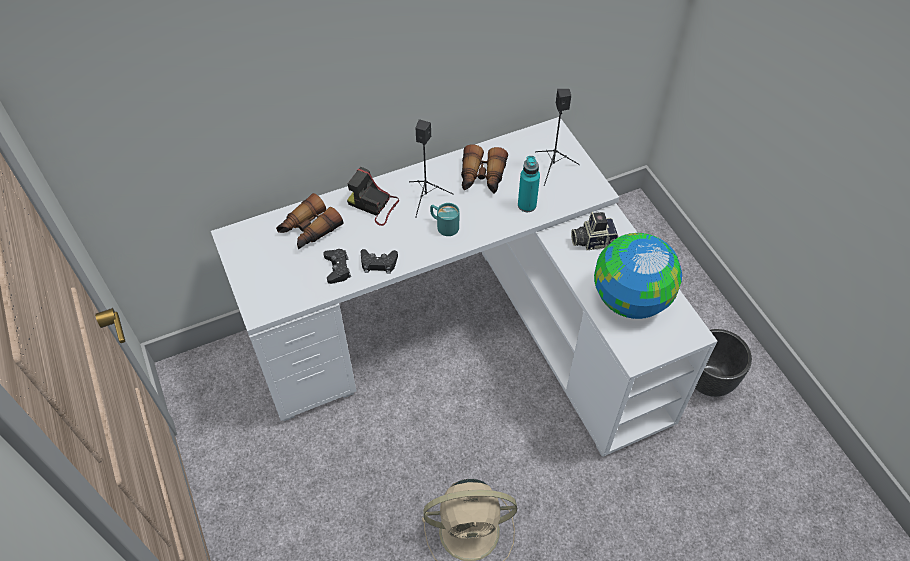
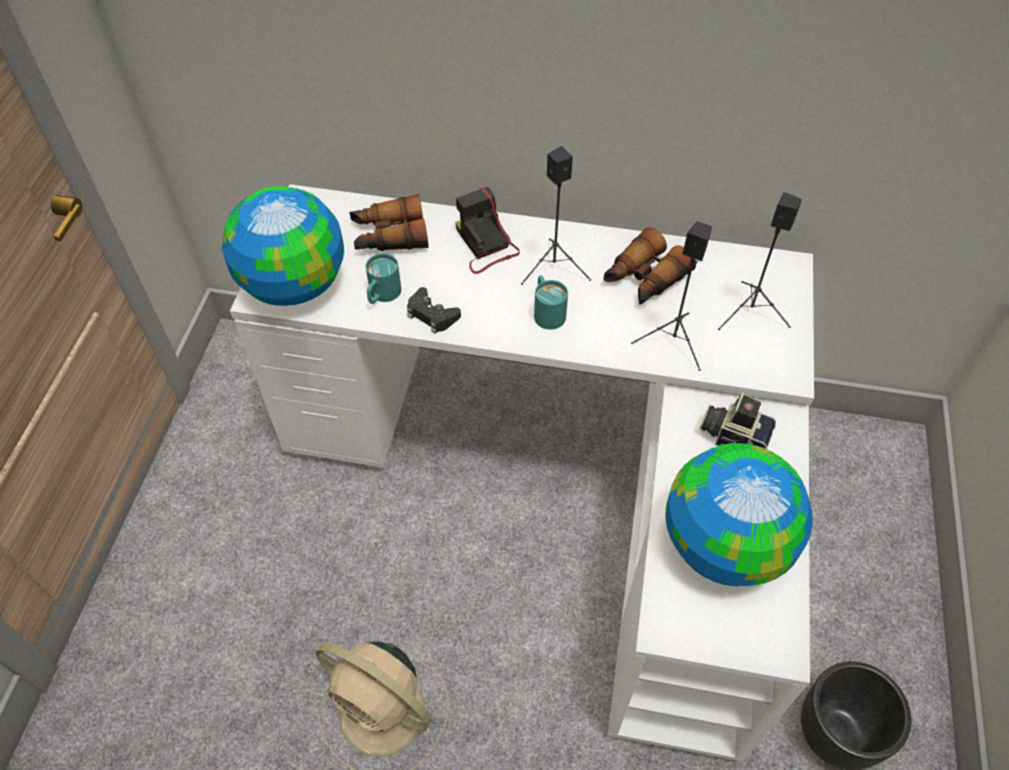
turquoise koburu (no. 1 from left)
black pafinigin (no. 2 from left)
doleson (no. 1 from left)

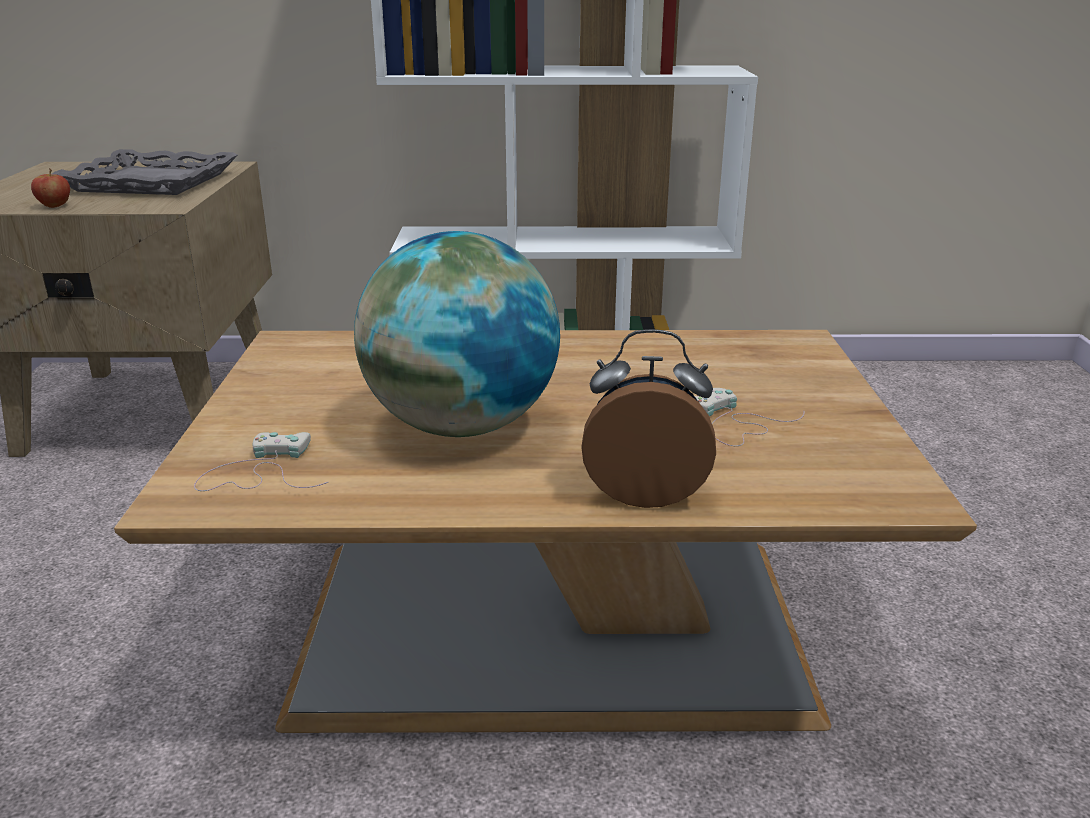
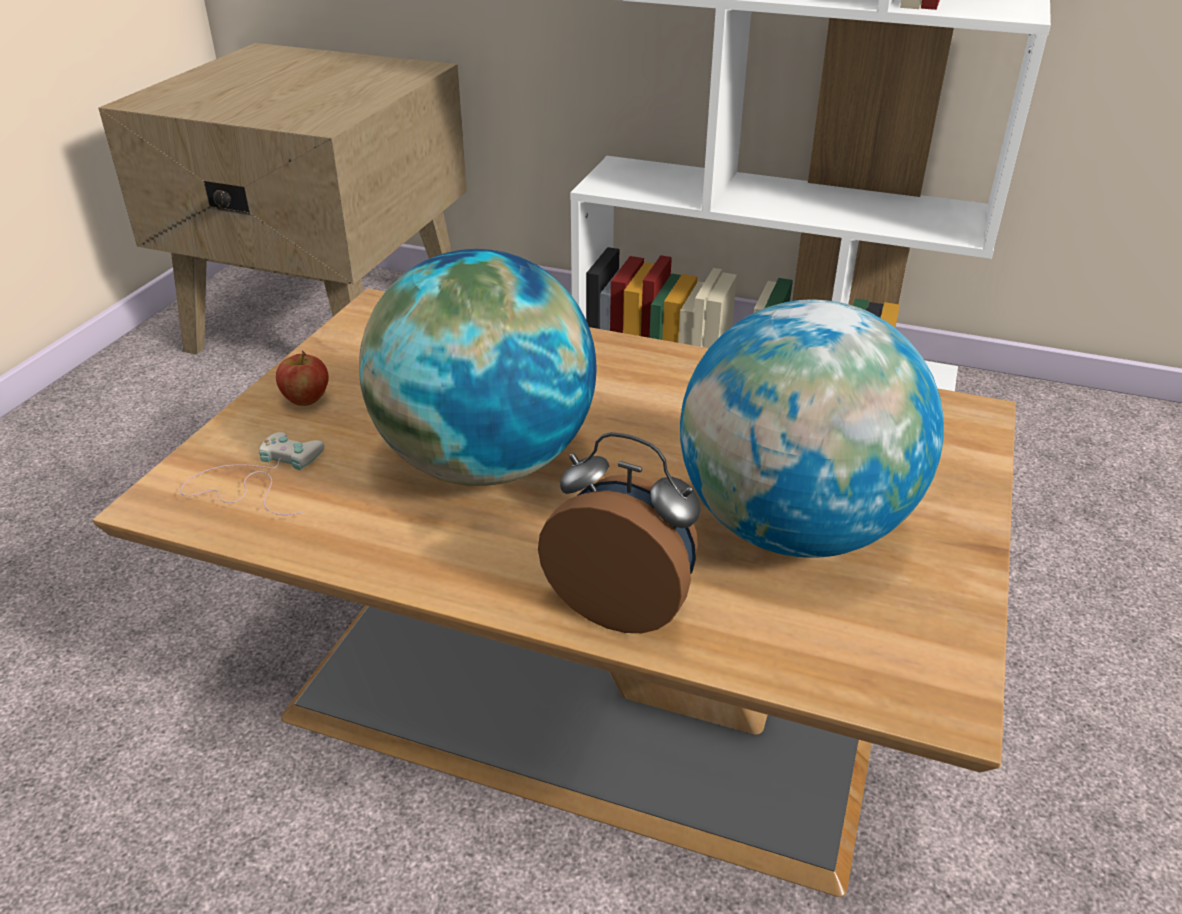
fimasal
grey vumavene
doleson (no. 2 from left)

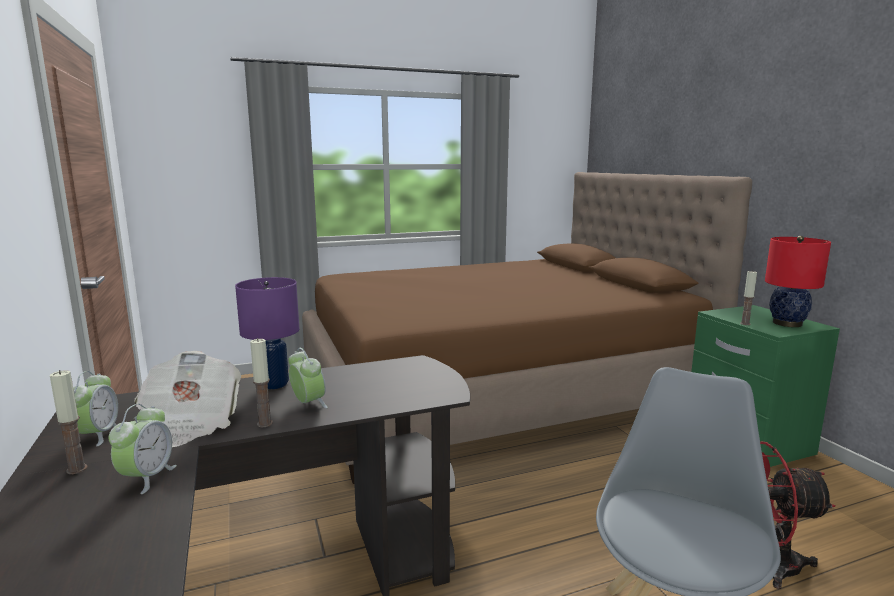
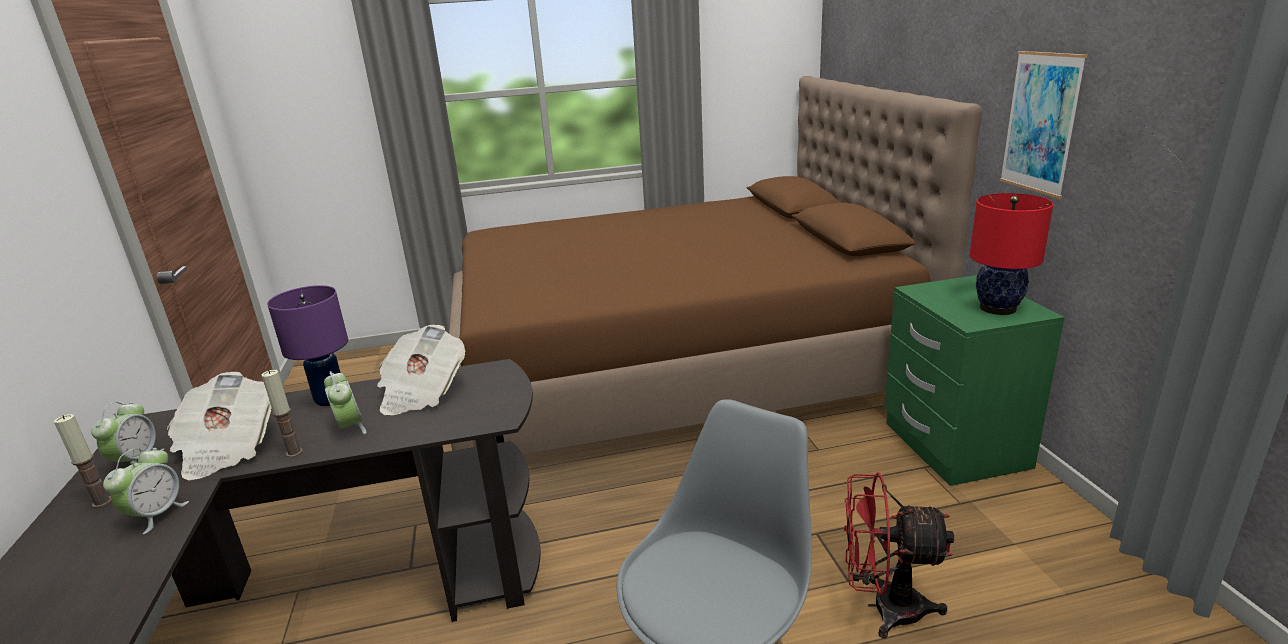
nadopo (no. 3 from left in the first image)
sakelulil (no. 2 from left)
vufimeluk

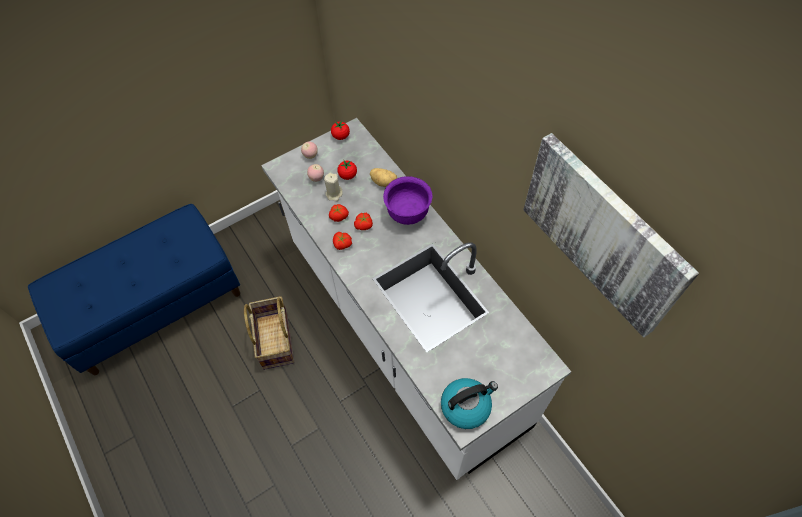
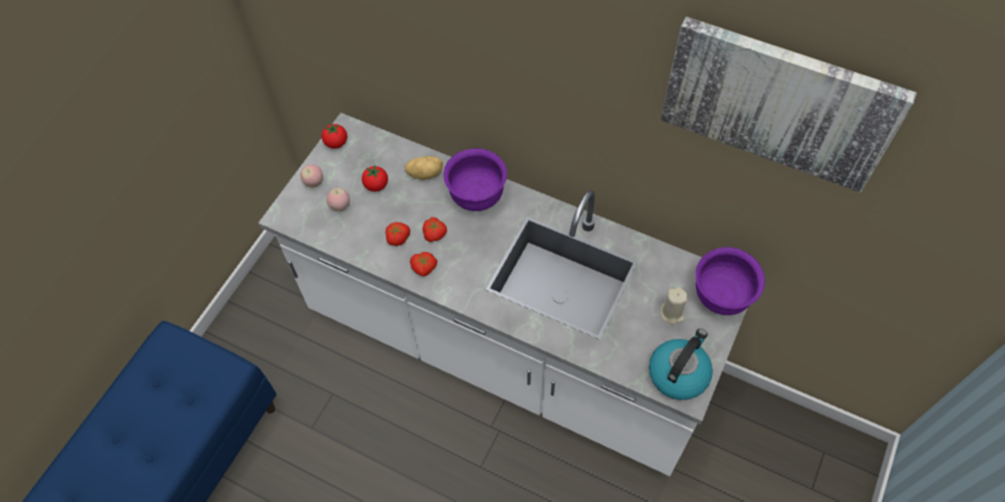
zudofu
beige nadopo
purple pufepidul (no. 2 from left)

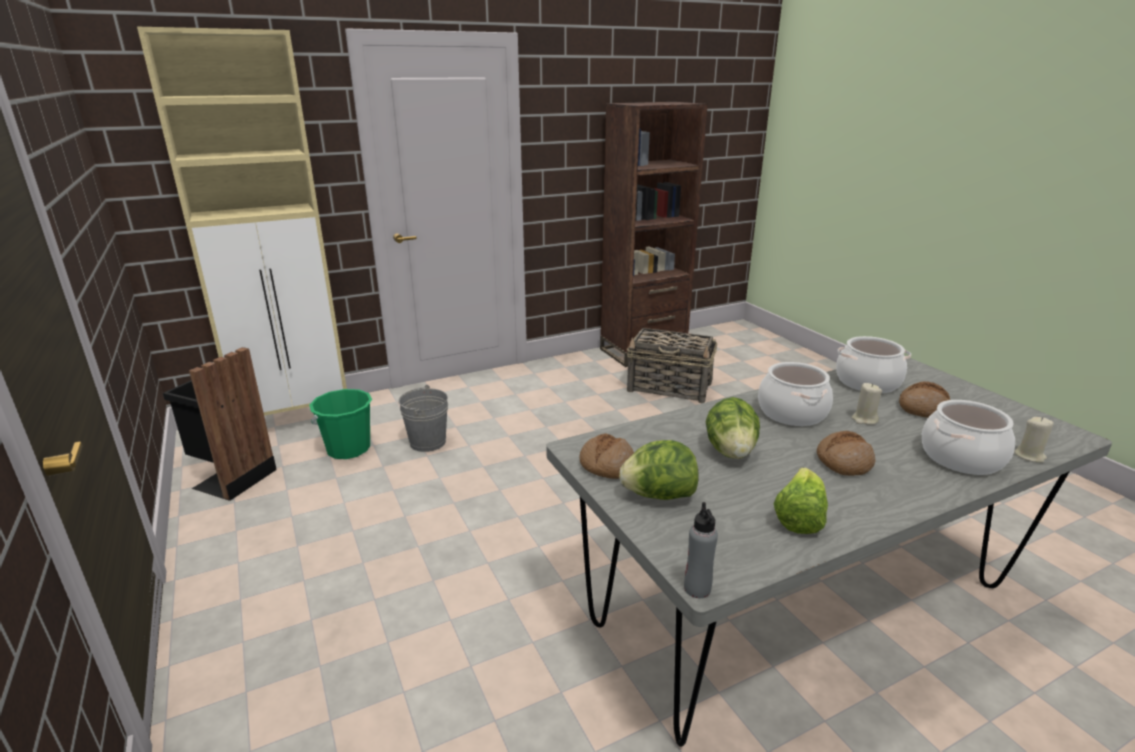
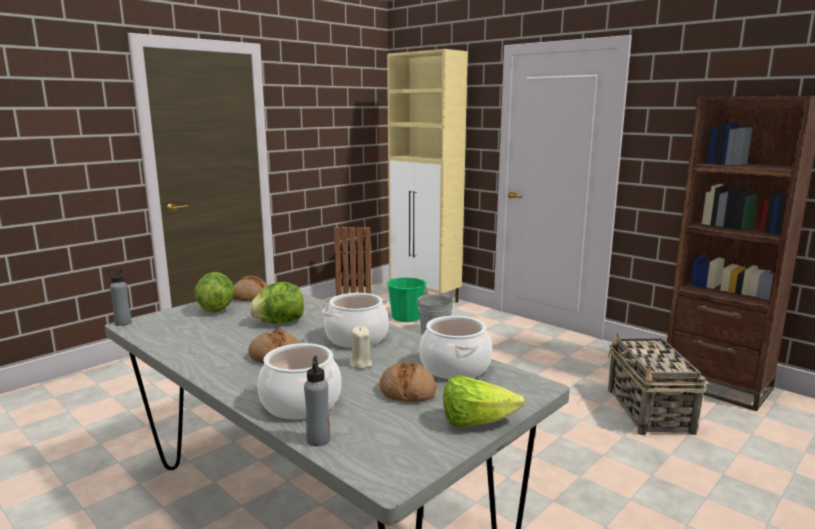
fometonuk (no. 3 from left)
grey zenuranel (no. 2 from left)

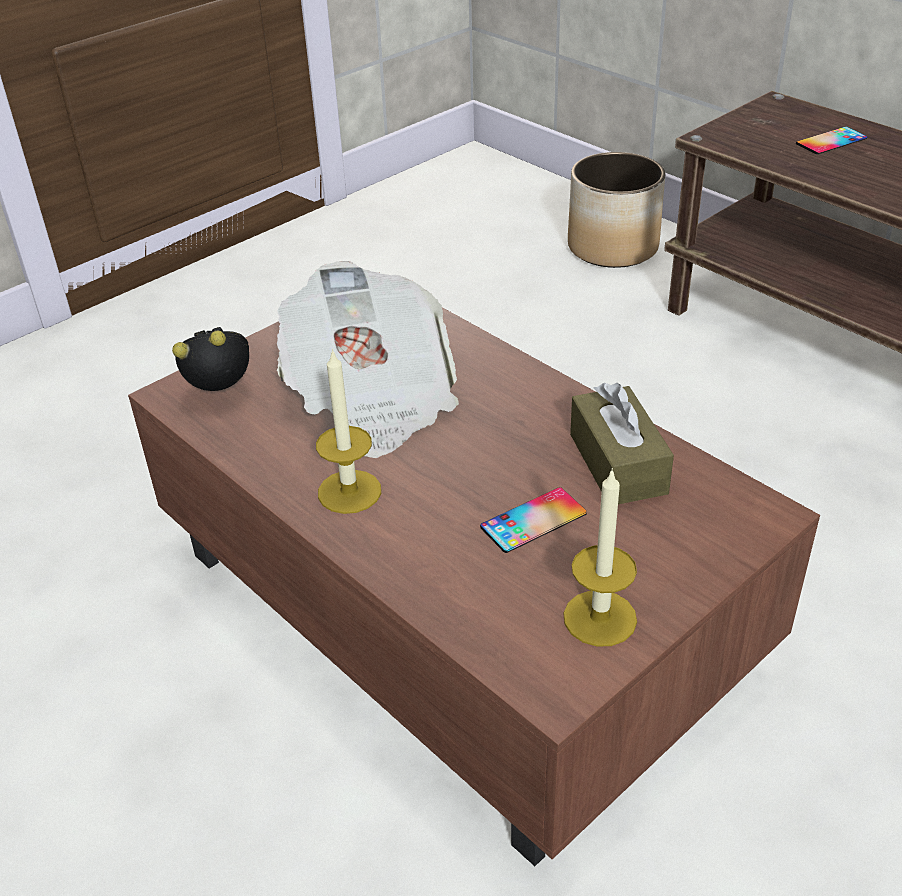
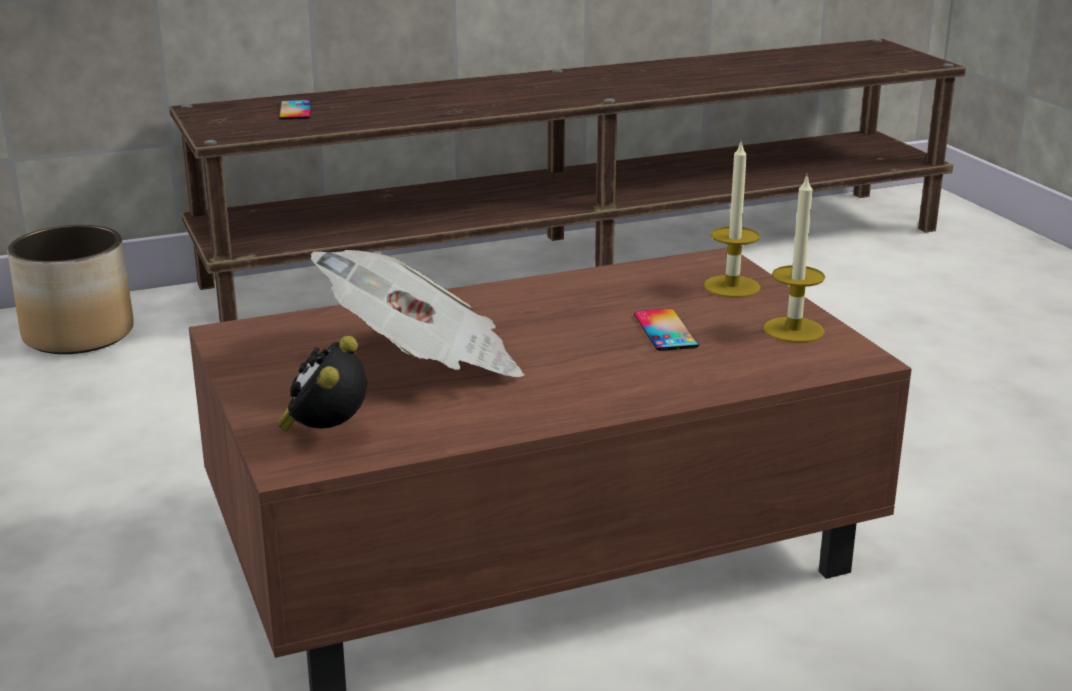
nadopo (no. 1 from left)
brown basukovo

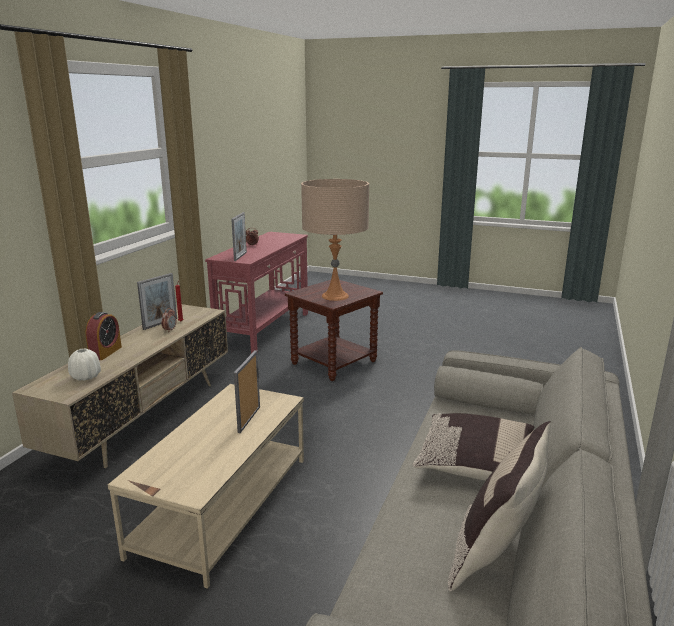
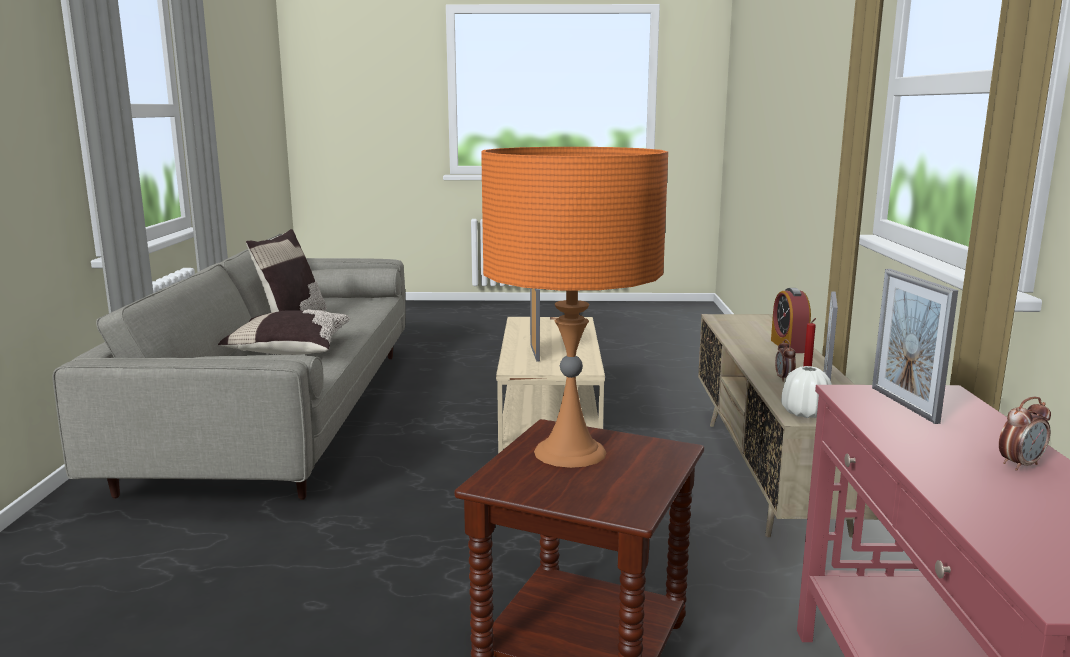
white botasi
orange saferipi

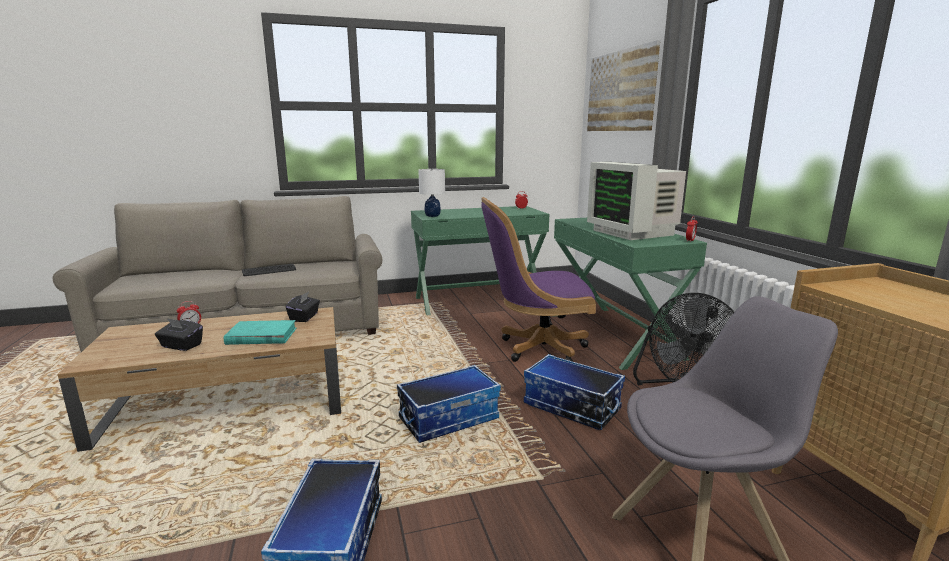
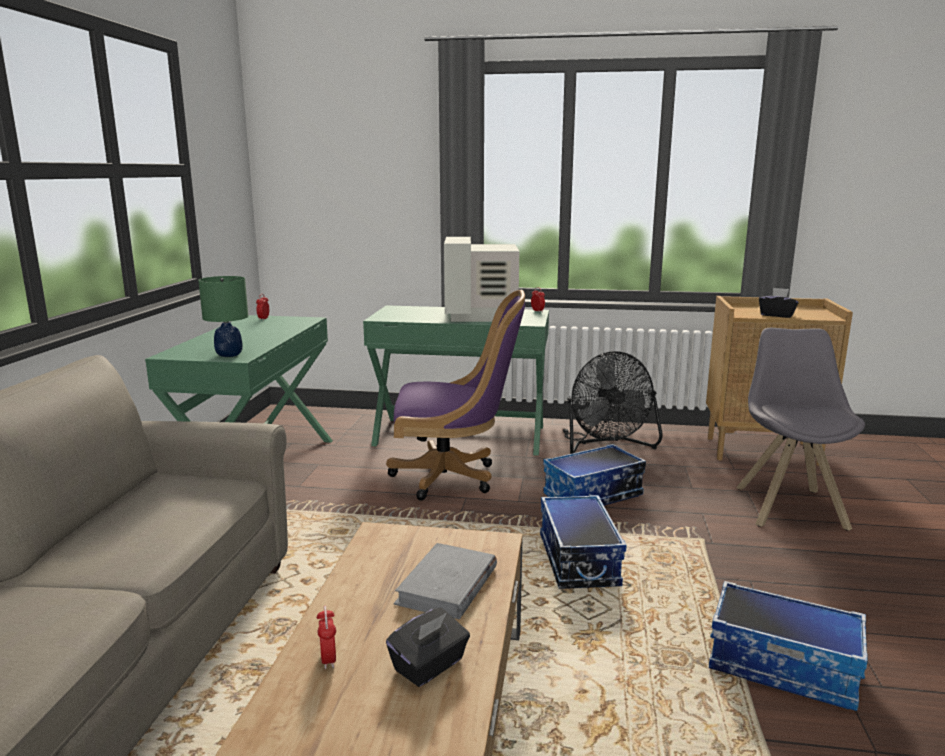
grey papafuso
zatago
black basukovo (no. 2 from left)
green saferipi
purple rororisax
vufimeluk
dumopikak

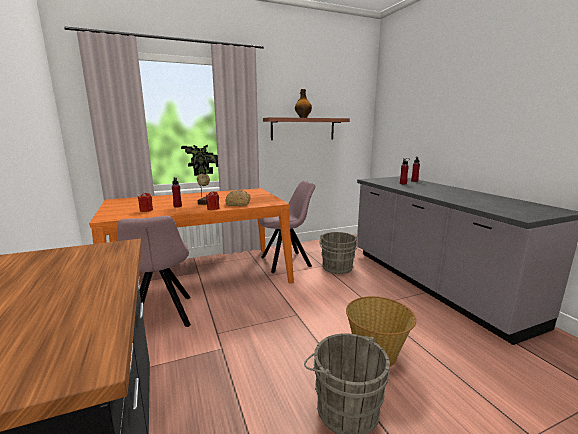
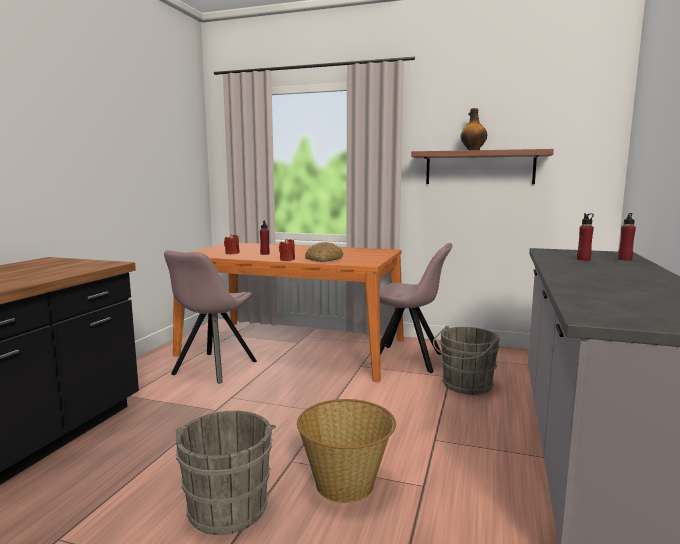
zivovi

